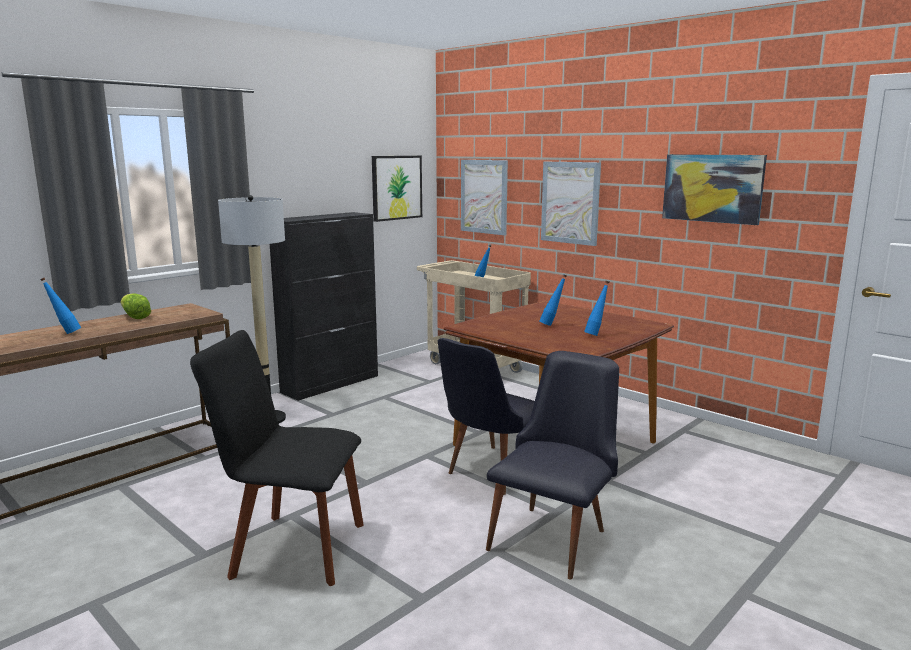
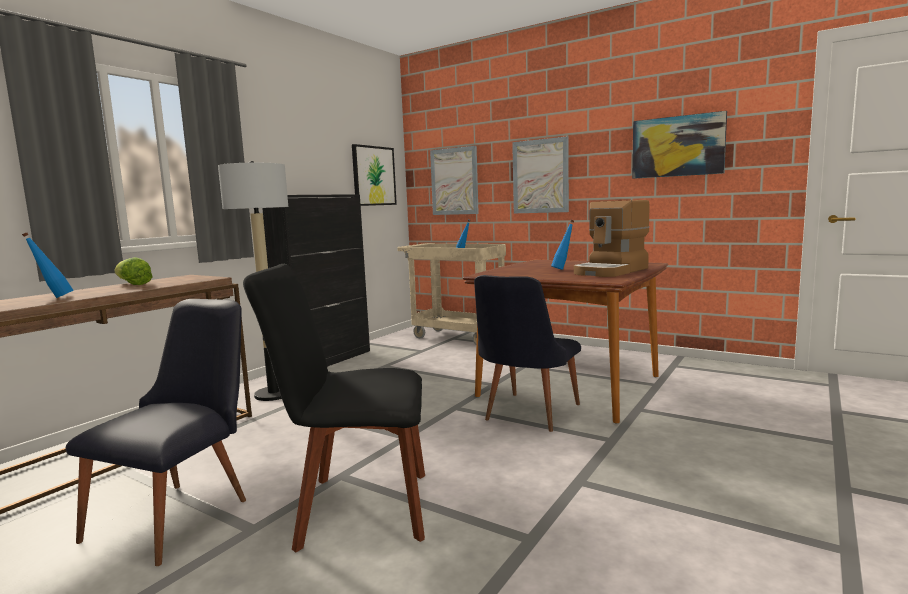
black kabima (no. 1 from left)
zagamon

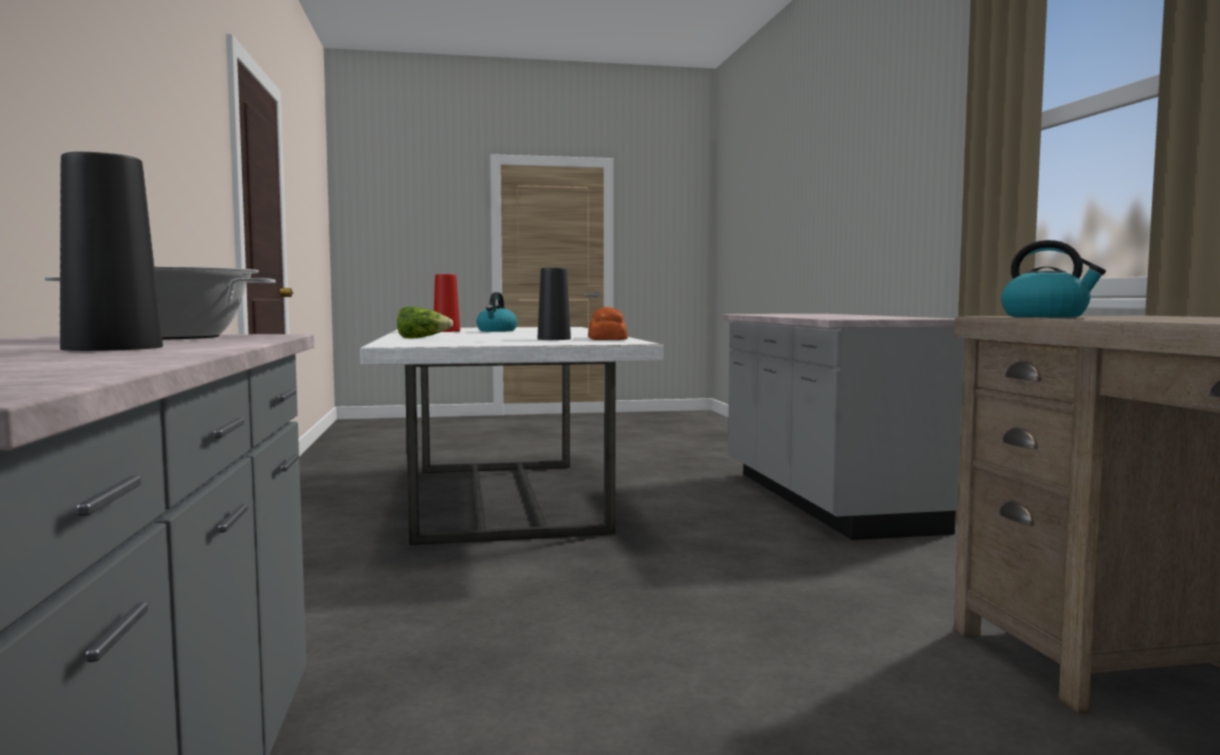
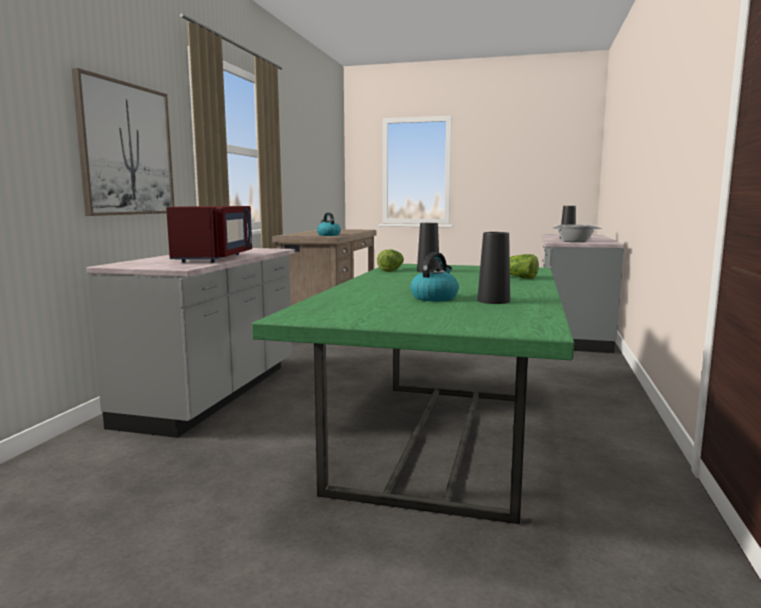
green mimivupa
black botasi (no. 2 from left)
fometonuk (no. 1 from left)
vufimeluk
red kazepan

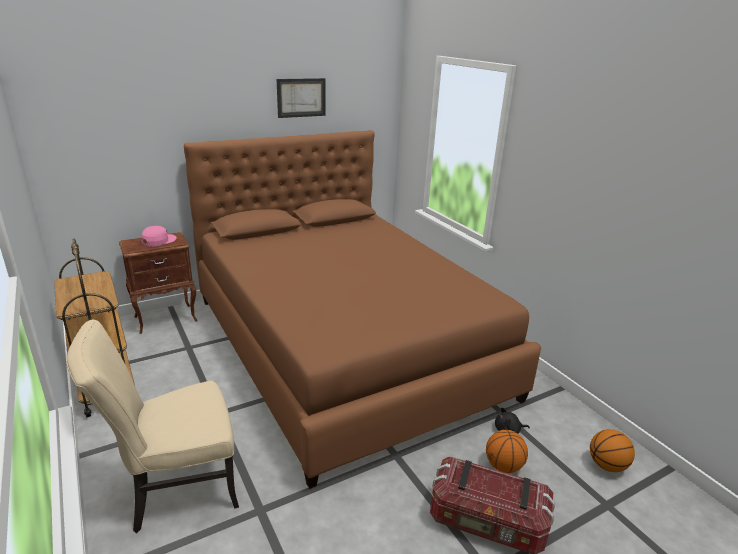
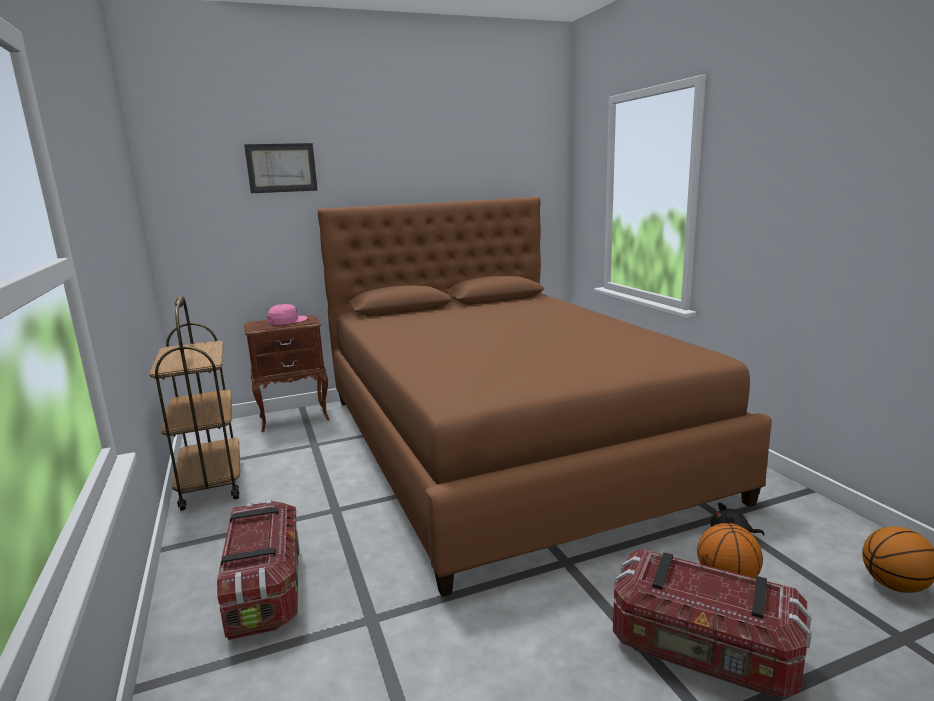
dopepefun (no. 1 from left)
vufimeluk

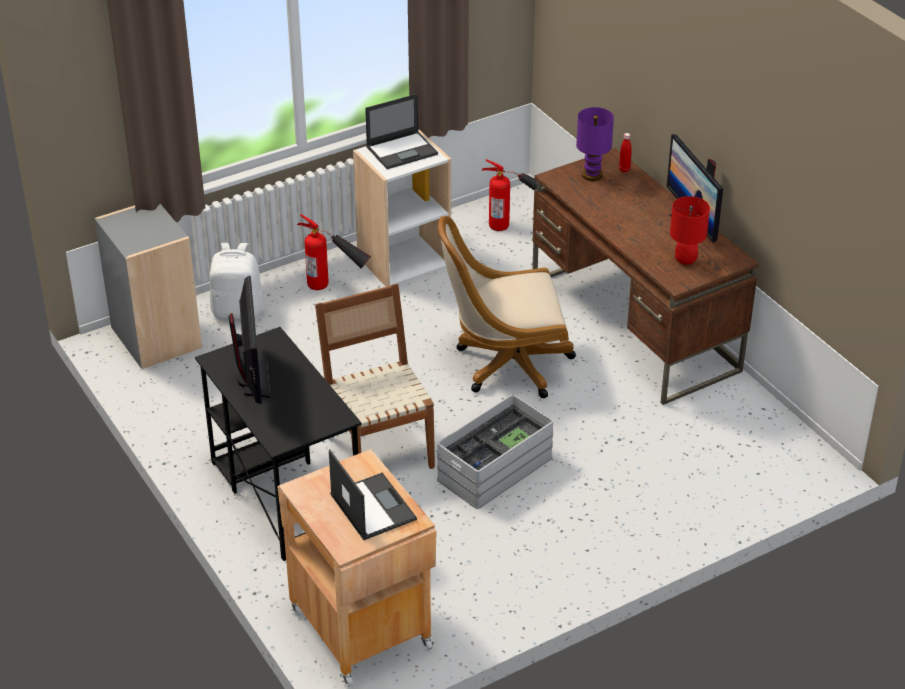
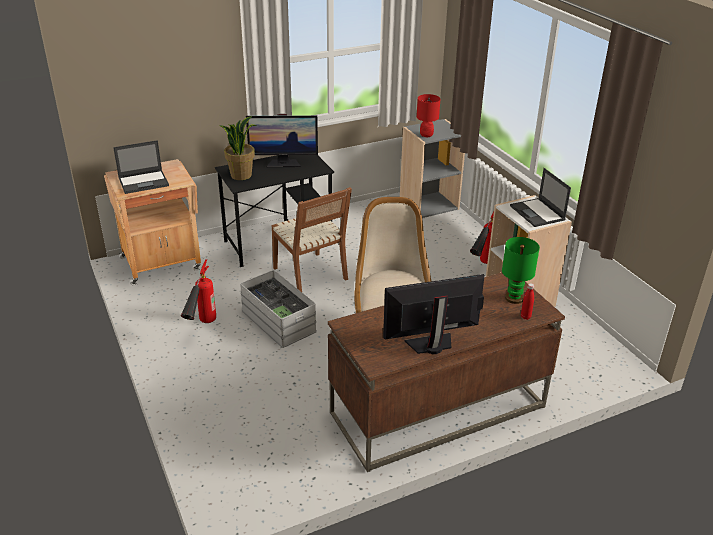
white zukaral
kabima
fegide (no. 1 from left)
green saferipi
red saferipi
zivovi

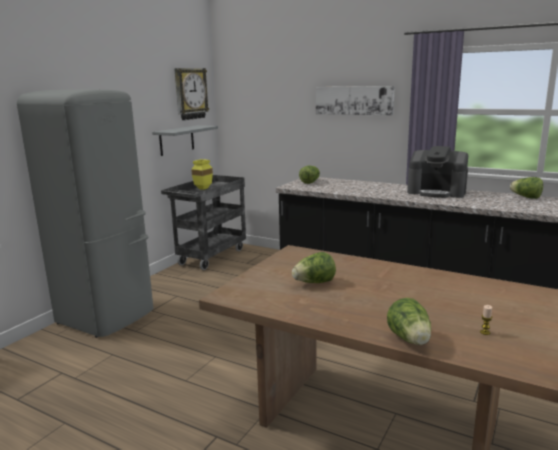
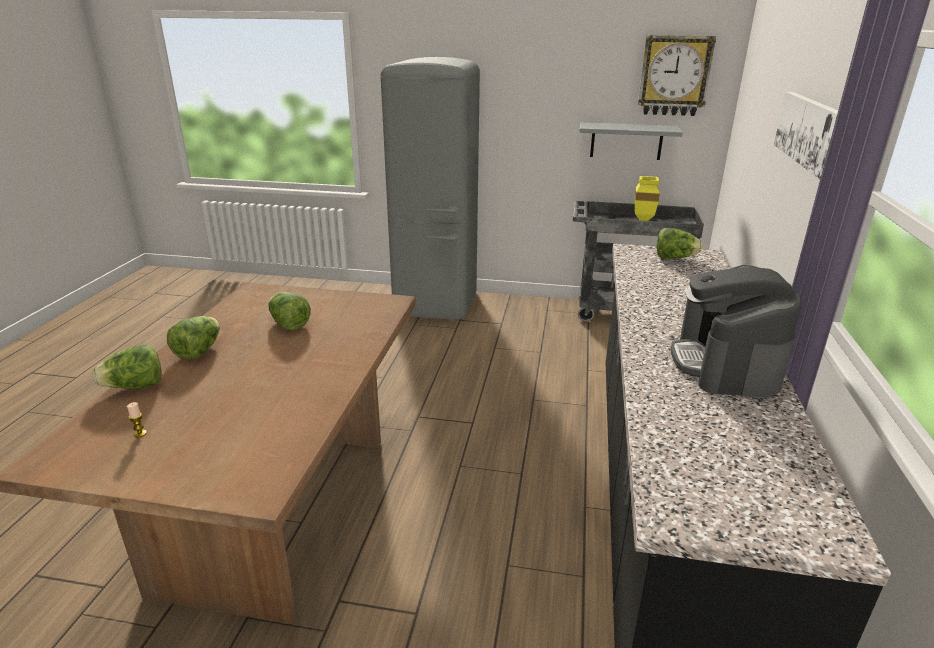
fometonuk (no. 2 from left)

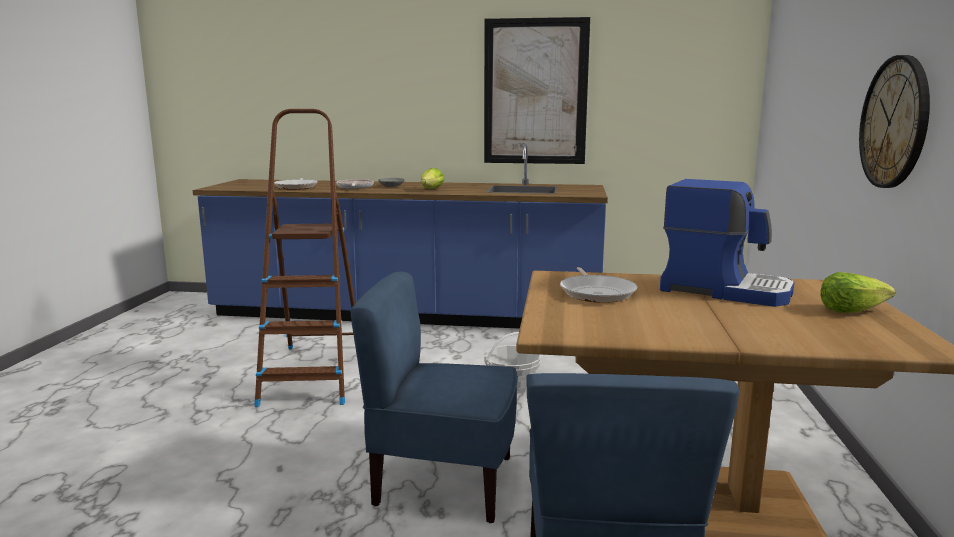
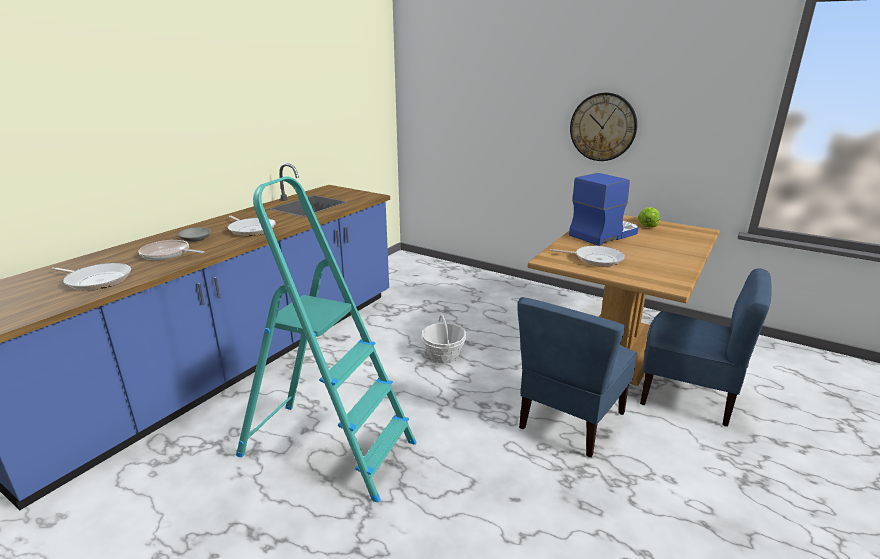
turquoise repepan
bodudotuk (no. 3 from left)
vufimeluk

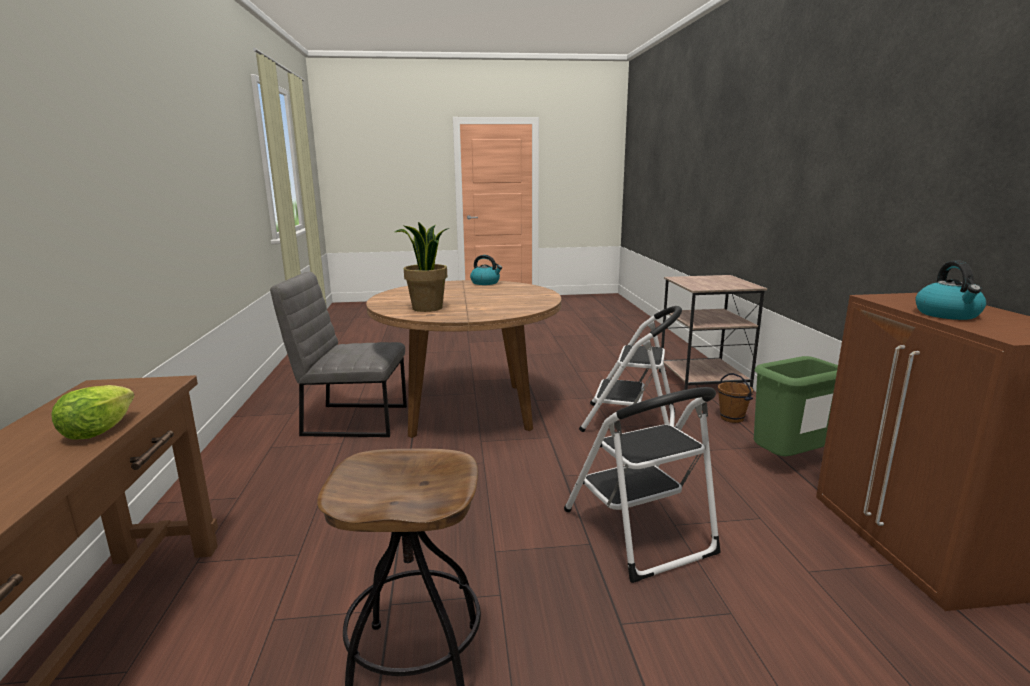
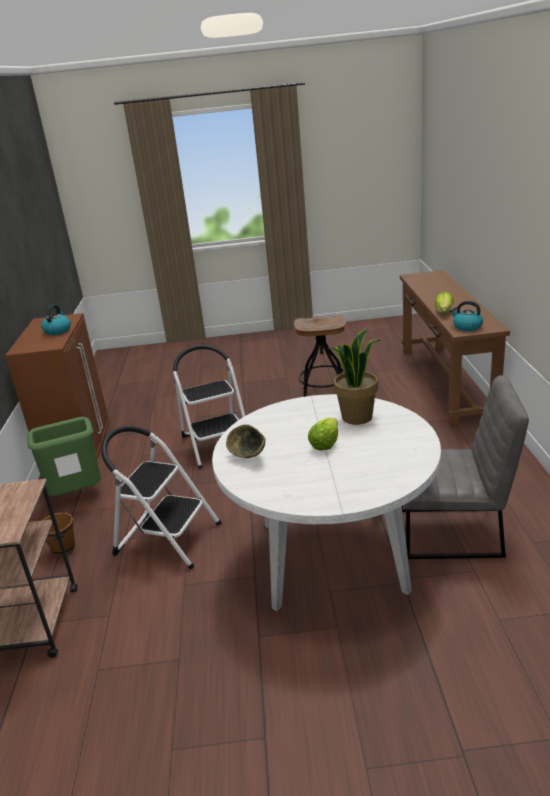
white mimivupa
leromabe (no. 2 from left)
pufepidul
fometonuk (no. 1 from left)

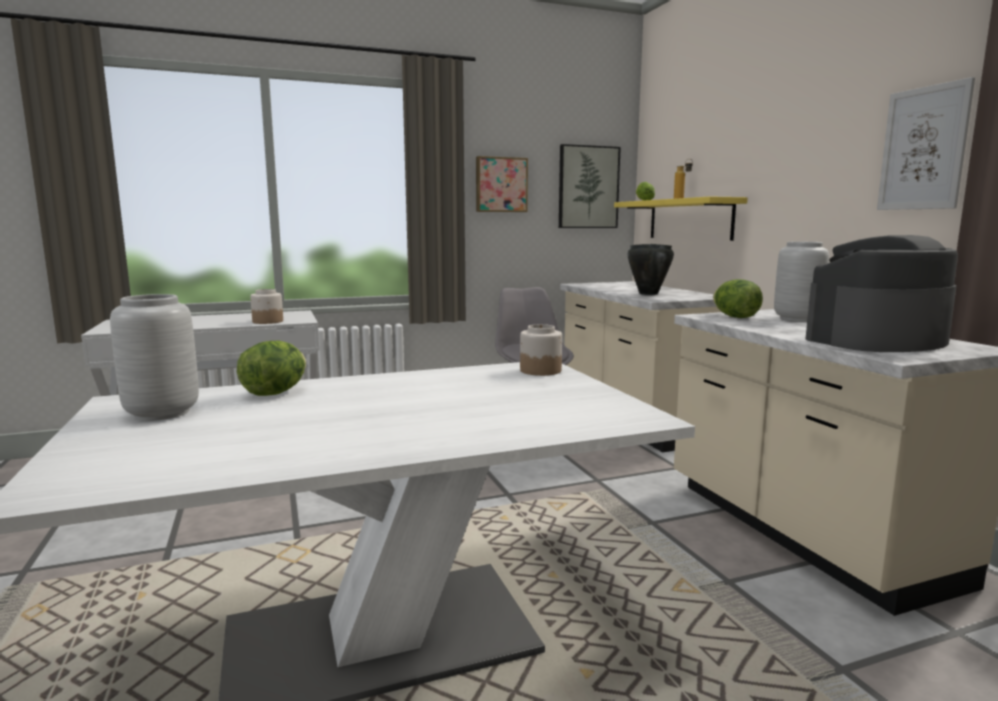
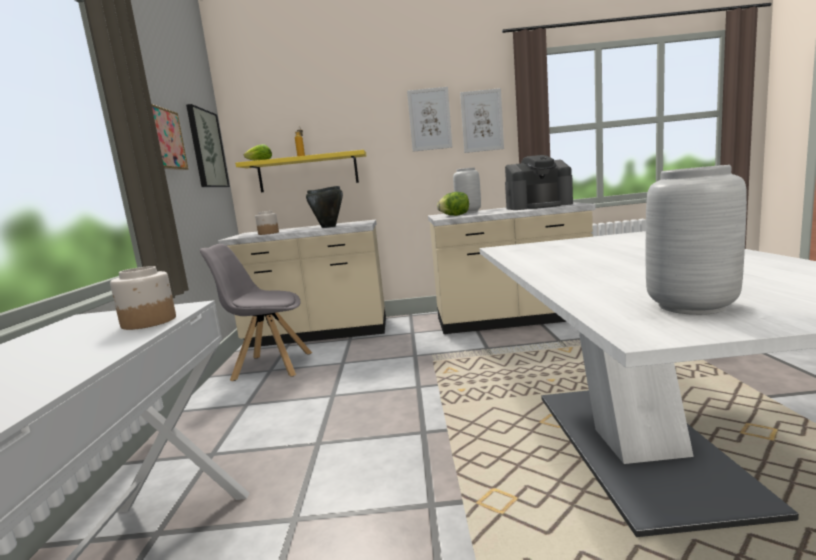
fometonuk (no. 1 from left in the first image)
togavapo (no. 2 from left)
zagamon
vufimeluk (no. 3 from left)

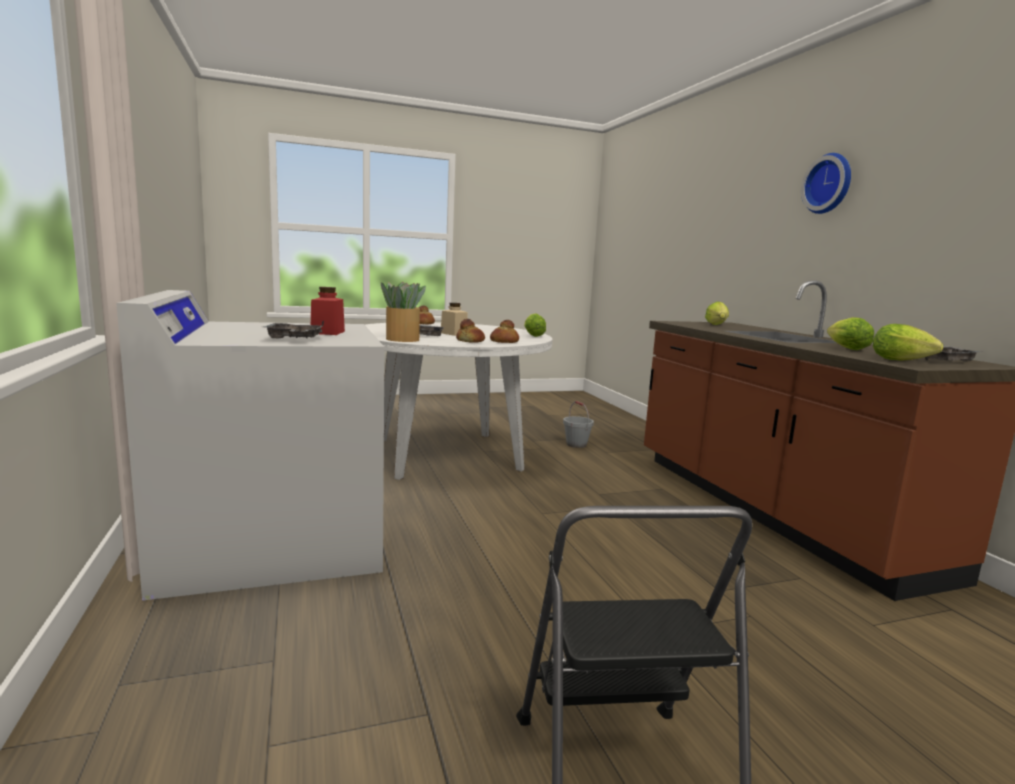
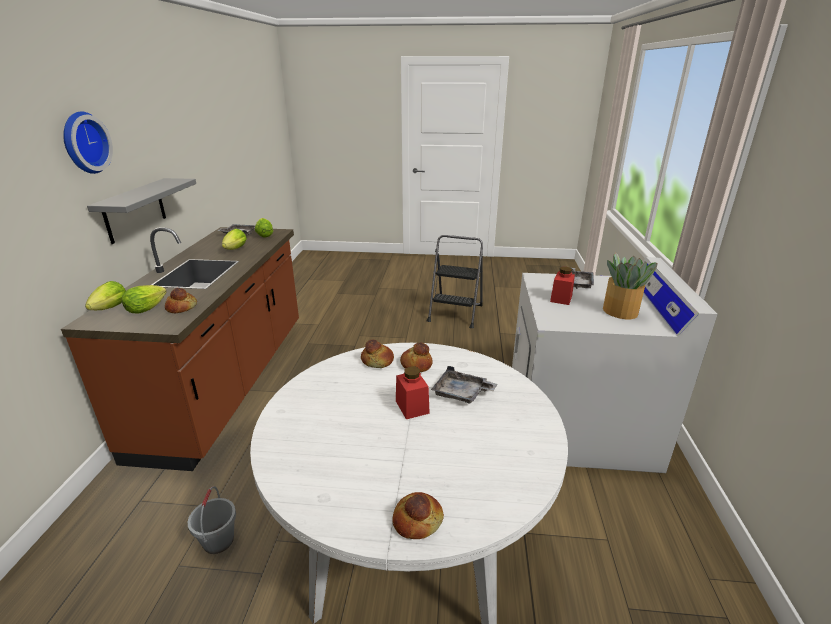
zivovi
red togavapo (no. 1 from left)
fometonuk (no. 1 from left)
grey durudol
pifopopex (no. 1 from left)

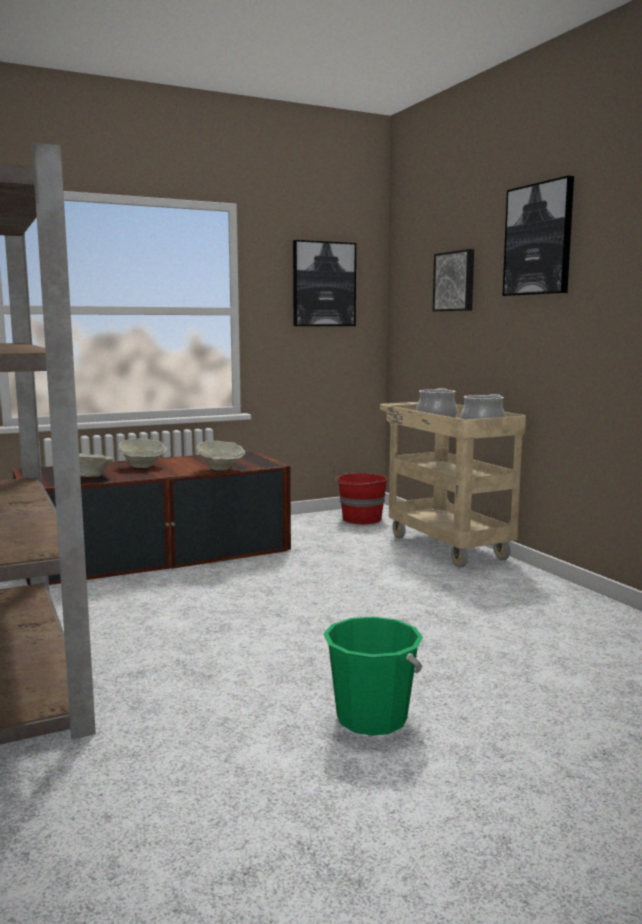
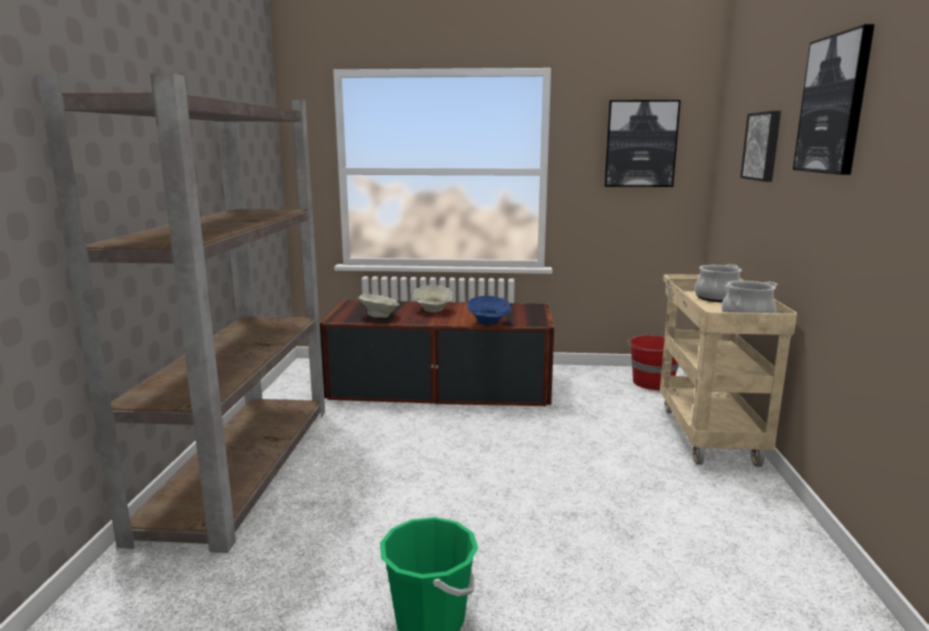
blue pufepidul

